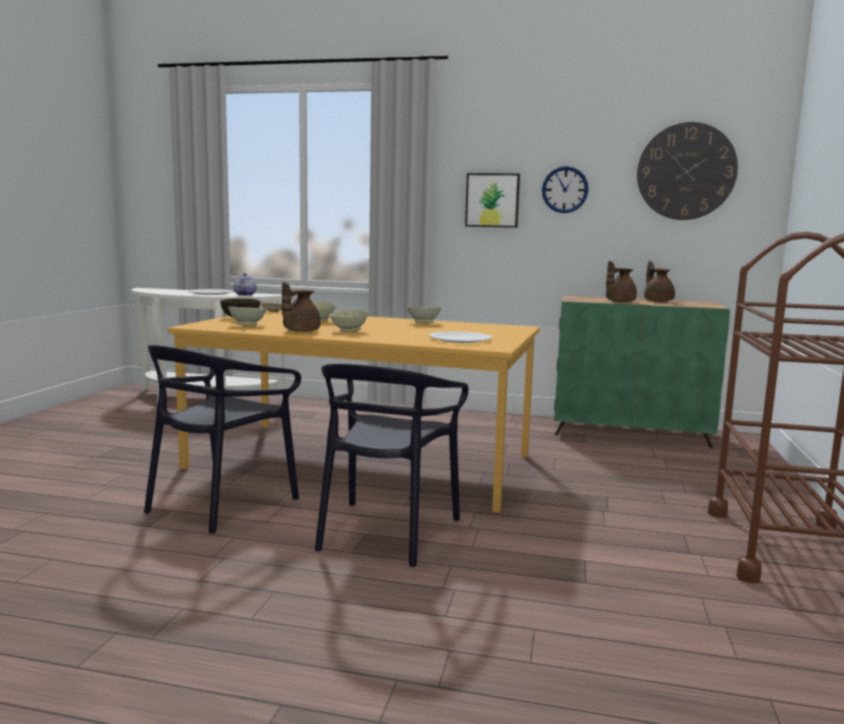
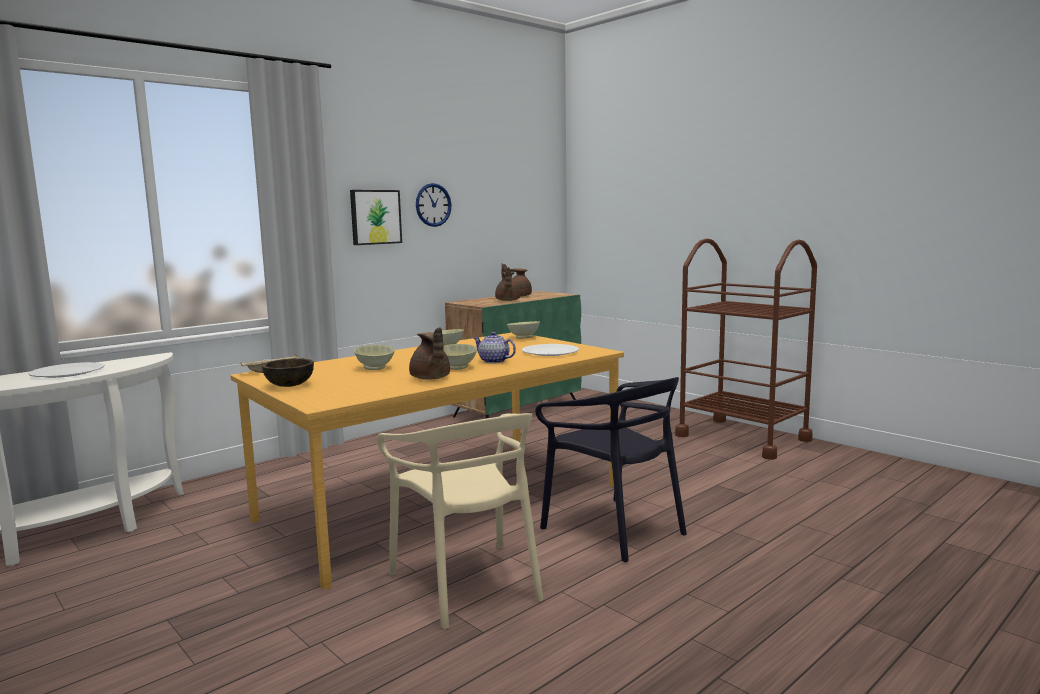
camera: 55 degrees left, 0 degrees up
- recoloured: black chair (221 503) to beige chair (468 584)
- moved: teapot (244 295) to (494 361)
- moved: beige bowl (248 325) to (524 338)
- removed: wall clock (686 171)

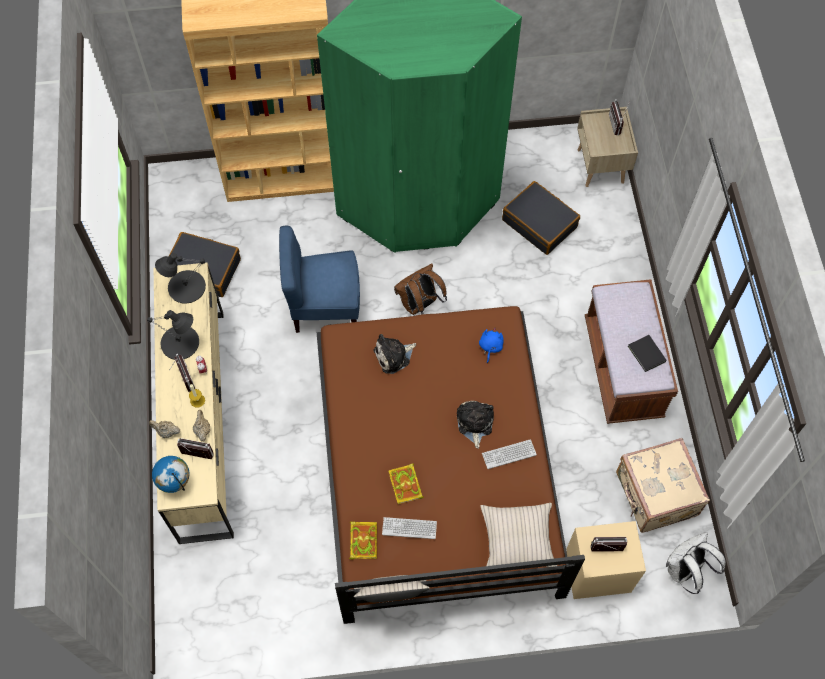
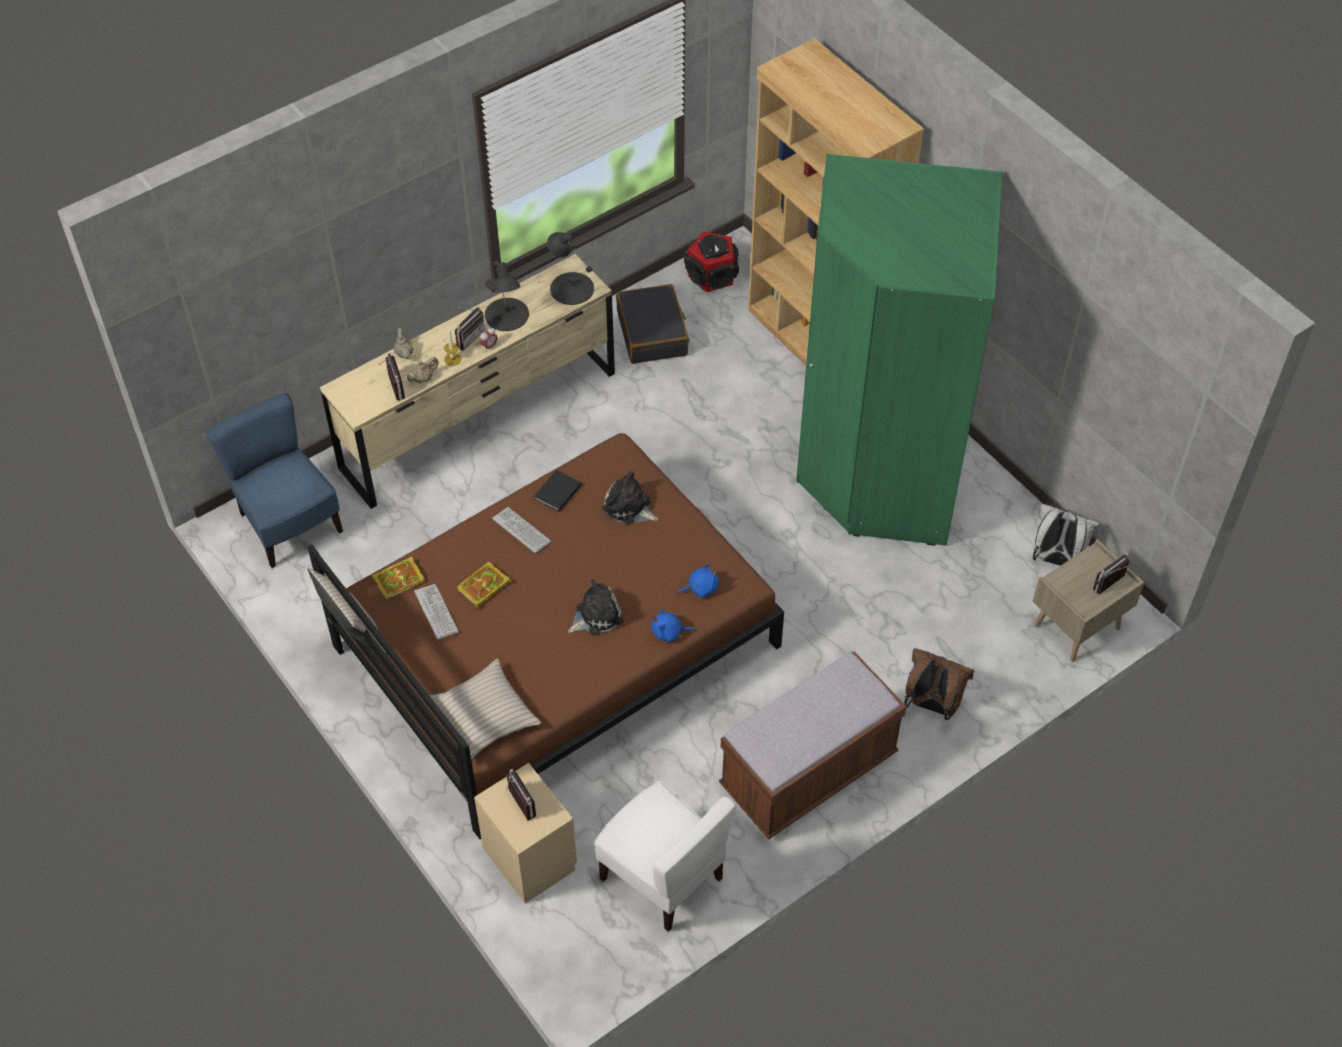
camera: 60 degrees right, 10 degrees down
- moved: blue chair (325 307) to (289 524)
- moved: keyboard (509 454) to (521 530)
- moved: black book (646 355) to (556 492)
- replaced: beige suitcase (655 495) to white chair (663 877)
- added: blue plush toy (669 632)
- added: speaker (712 275)
- moved: brown backpack (419 305) to (932 705)
- moved: white backpack (684 570) to (1056 560)
- removed: globe (176 483)
- removed: black suitcase (540 223)

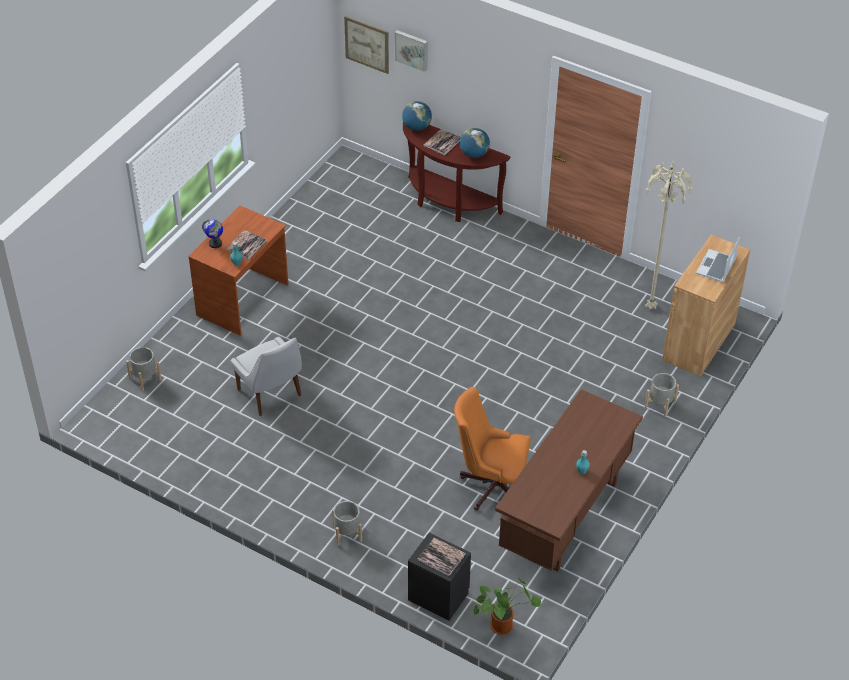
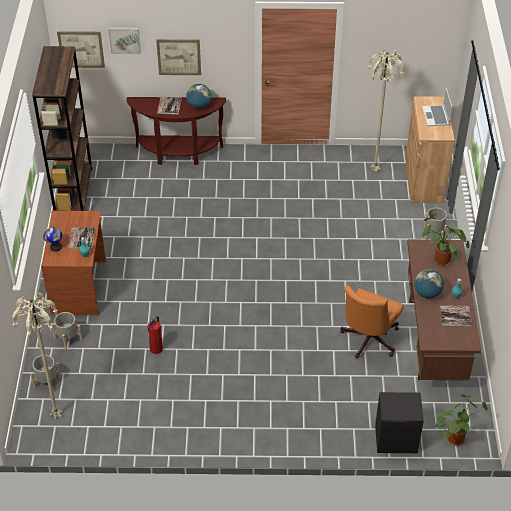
camera: 30 degrees left, 0 degrees up
- added: beige floor lamp (57 416)
- added: brown bookcase (73 192)
- moved: grey planter (347 534) to (68 339)
- replaced: white chair (270 394) to fire extinguisher (156 348)
- added: picture (179 57)
- turned: orange office chair (491 484) = (367 340) 45 degrees counterclockwise
- moved: globe (416 127) to (427 293)
- added: potted plant (440 260)
- moved: book (441 557) to (455 316)

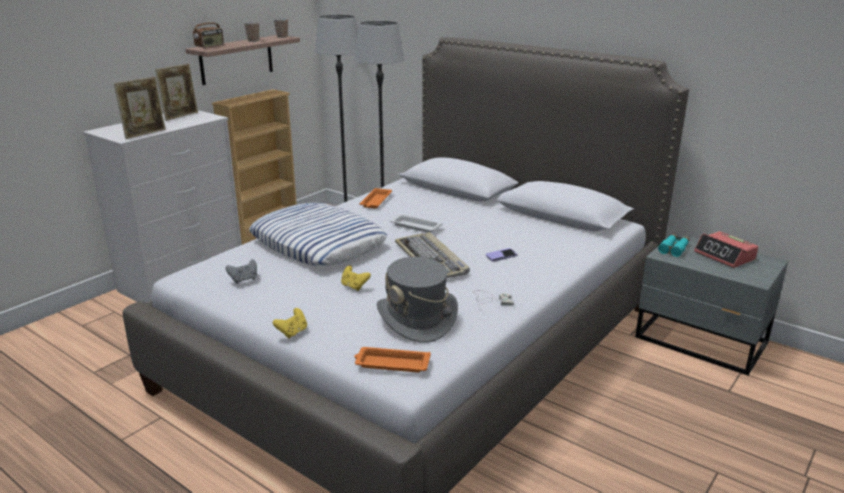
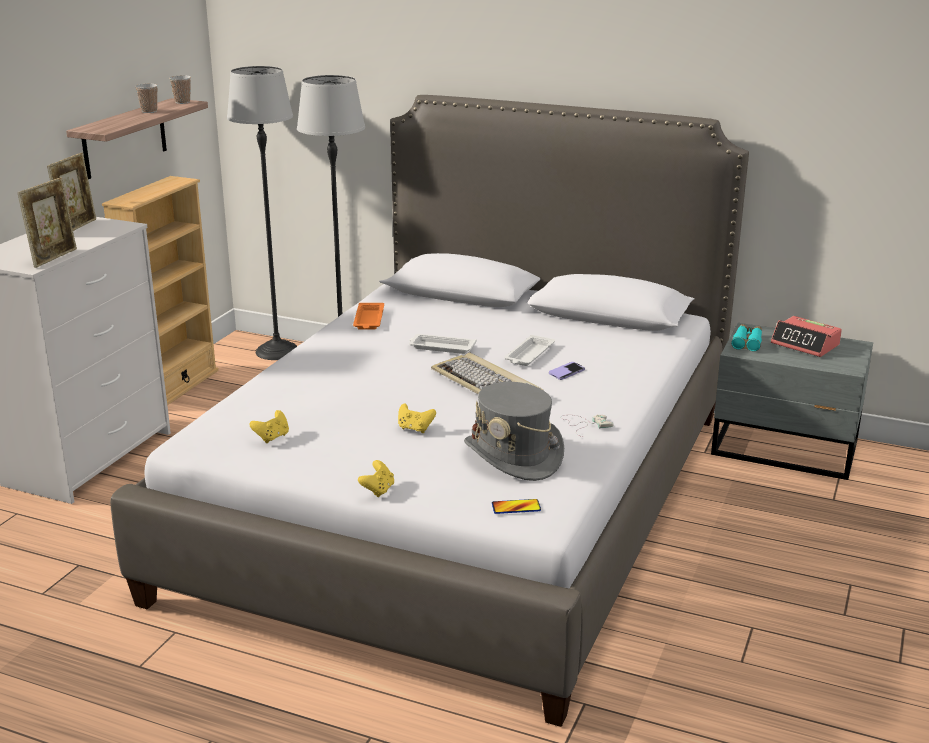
camera: 15 degrees left, 0 degrees up
- recoloured: grey game controller (244 280) to yellow game controller (272 437)
- replaced: orange tray (391 364) to phone (516 507)
- added: white tray (529 355)
- removed: radio (210 46)
- removed: pillow (318 243)

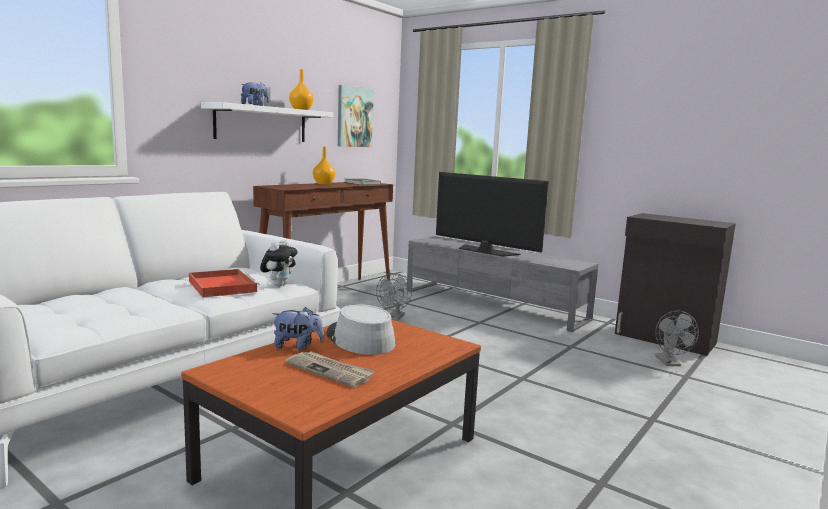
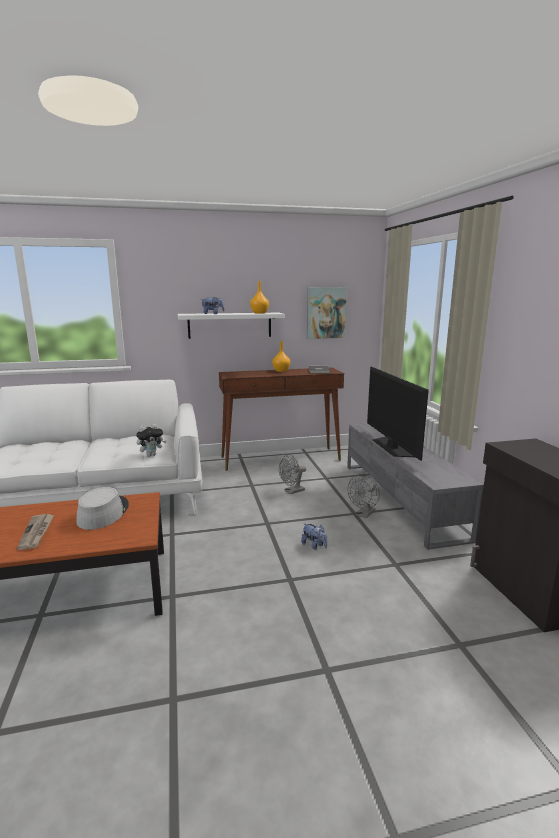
camera: 40 degrees right, 5 degrees up
- moved: plush toy (297 346) to (314 546)
- moved: grey fan (670 363) to (364 515)
- removed: red tray (221 286)

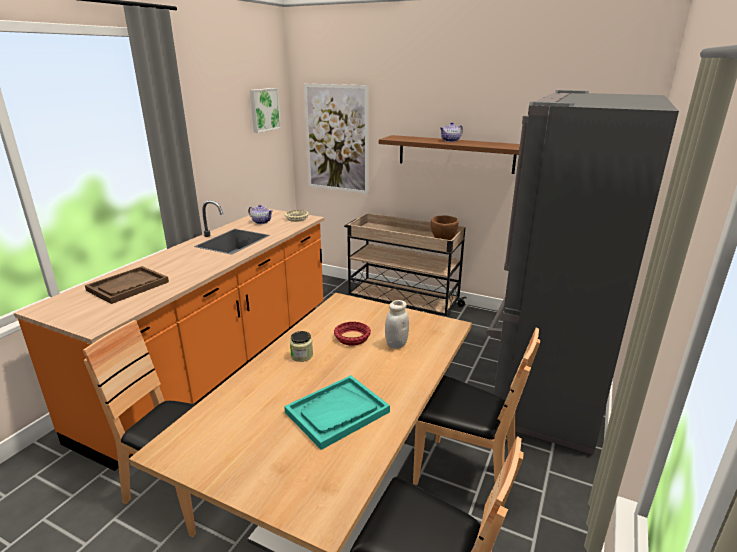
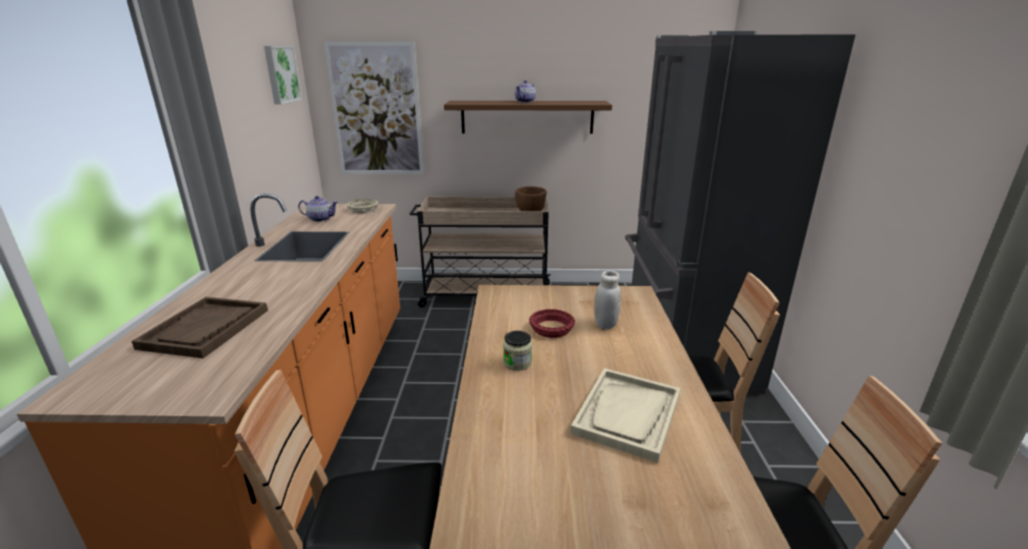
camera: 25 degrees left, 0 degrees up
- recoloured: turquoise tray (337 412) to beige tray (627 414)

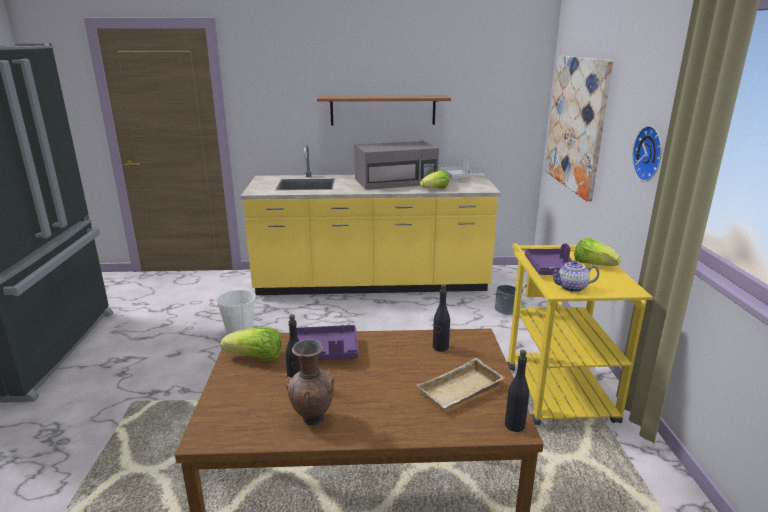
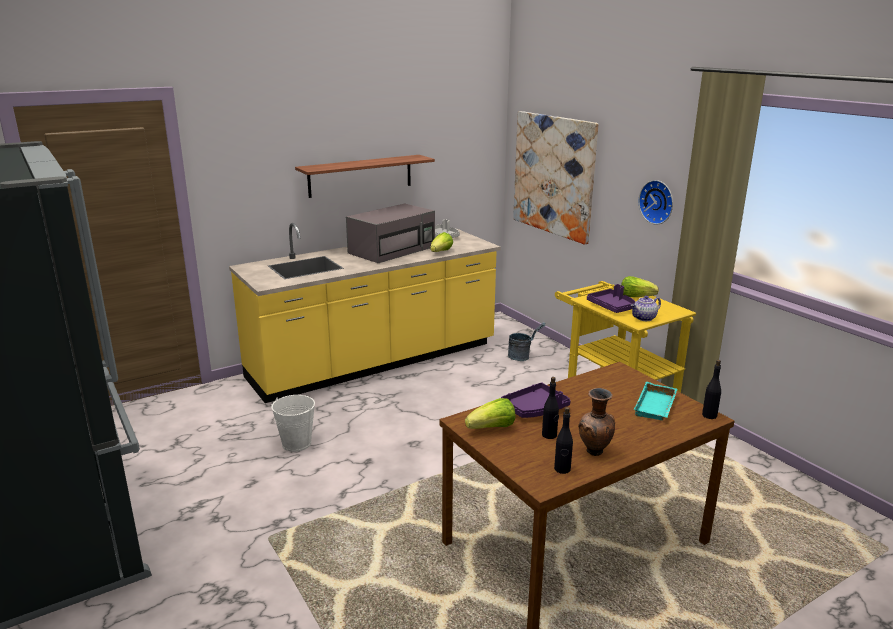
camera: 30 degrees left, 0 degrees up
- moved: black bottle (440 347) to (562 469)
- recoloured: beige tray (461 392) to turquoise tray (656 407)

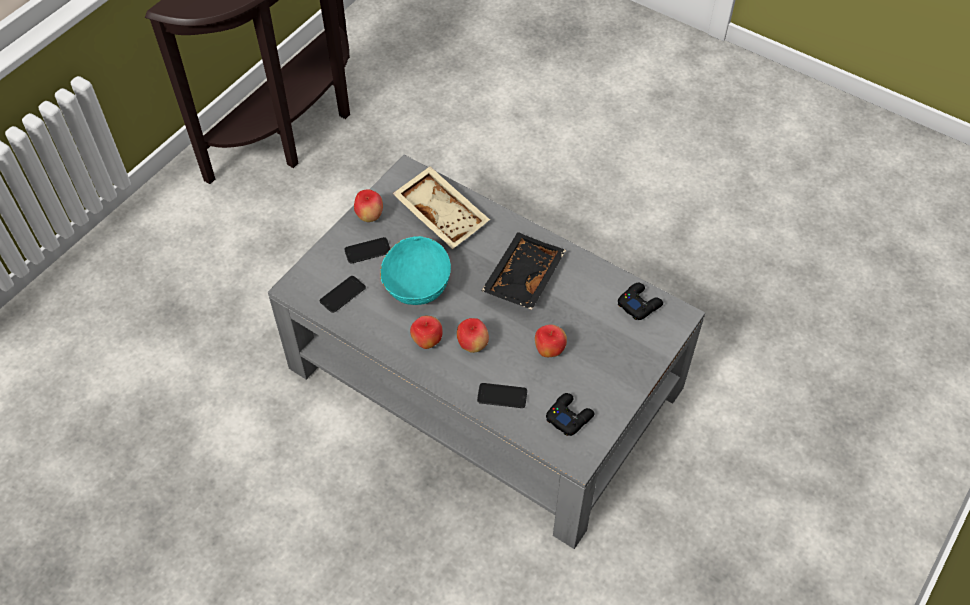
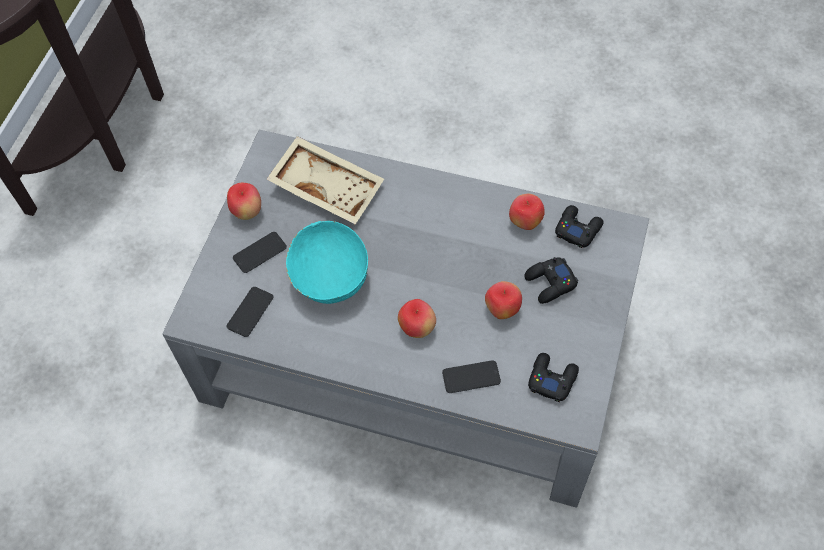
camera: 15 degrees left, 5 degrees up
- moved: apple (427 341) to (525 222)
- added: black game controller (550 283)
- removed: black tray (522 277)

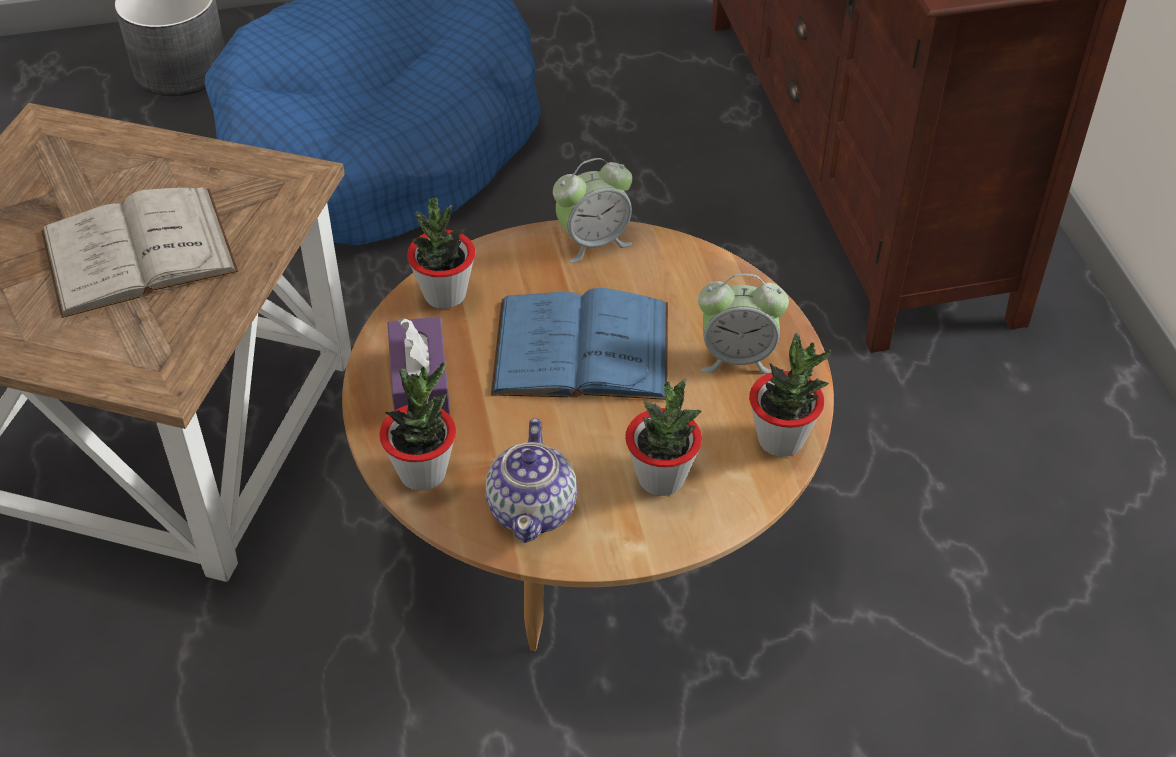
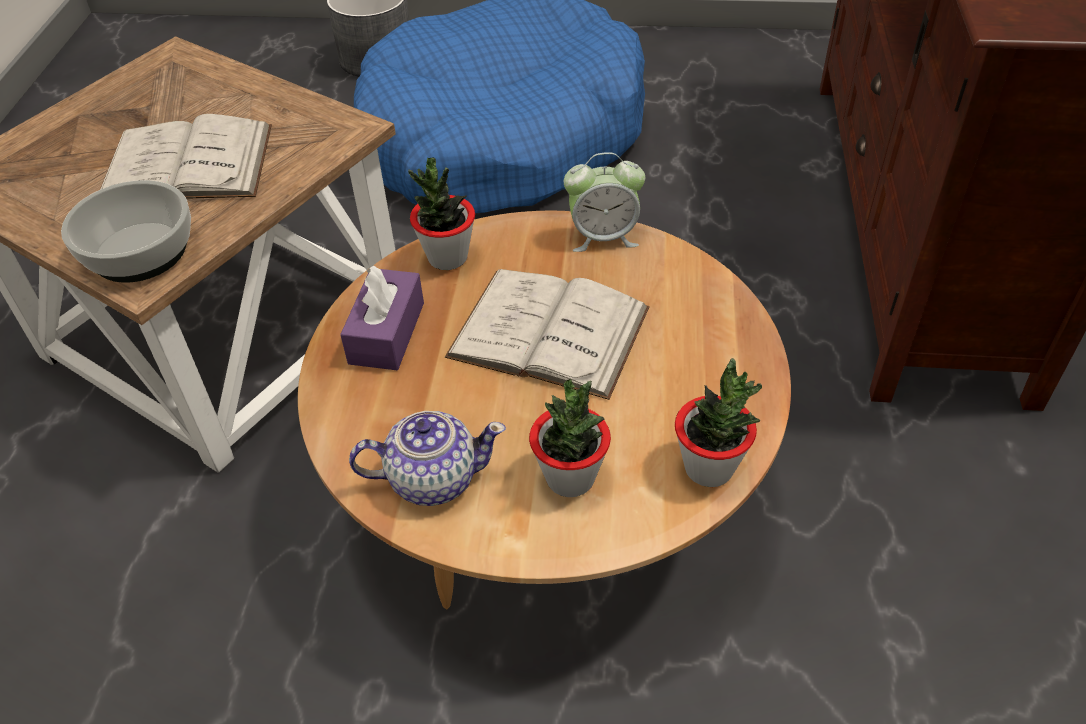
camera: 20 degrees right, 0 degrees up
- added: bowl (139 253)
- turned: teapot (533 509) = (432 478) 120 degrees counterclockwise
- recoloured: blue book (581 348) to white book (549 332)
- removed: potted plant (423 473)
- removed: alarm clock (737 357)

